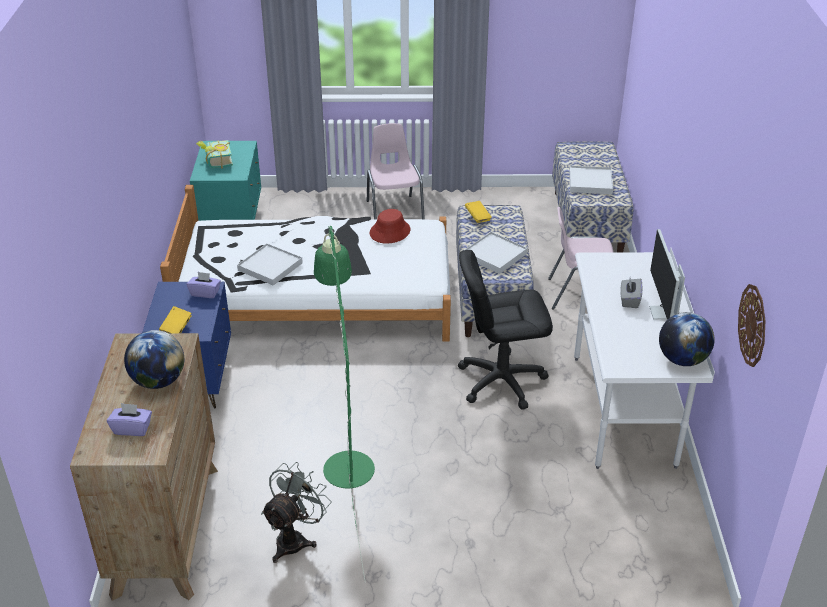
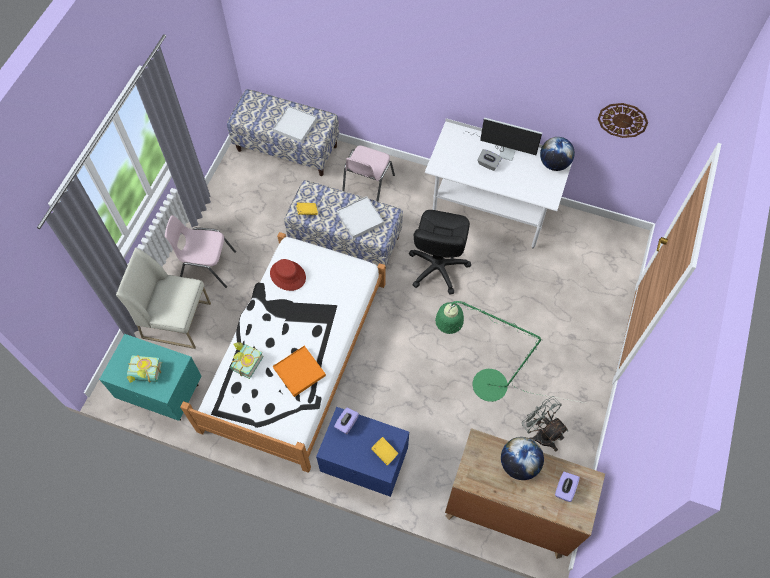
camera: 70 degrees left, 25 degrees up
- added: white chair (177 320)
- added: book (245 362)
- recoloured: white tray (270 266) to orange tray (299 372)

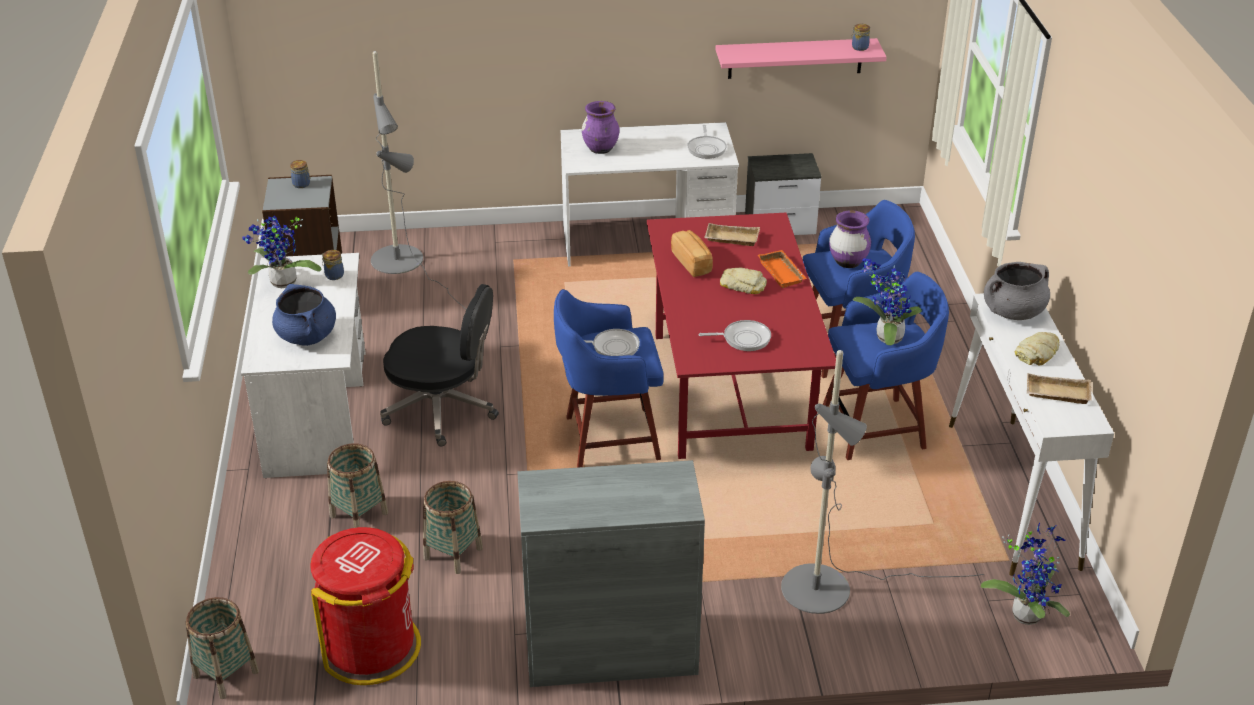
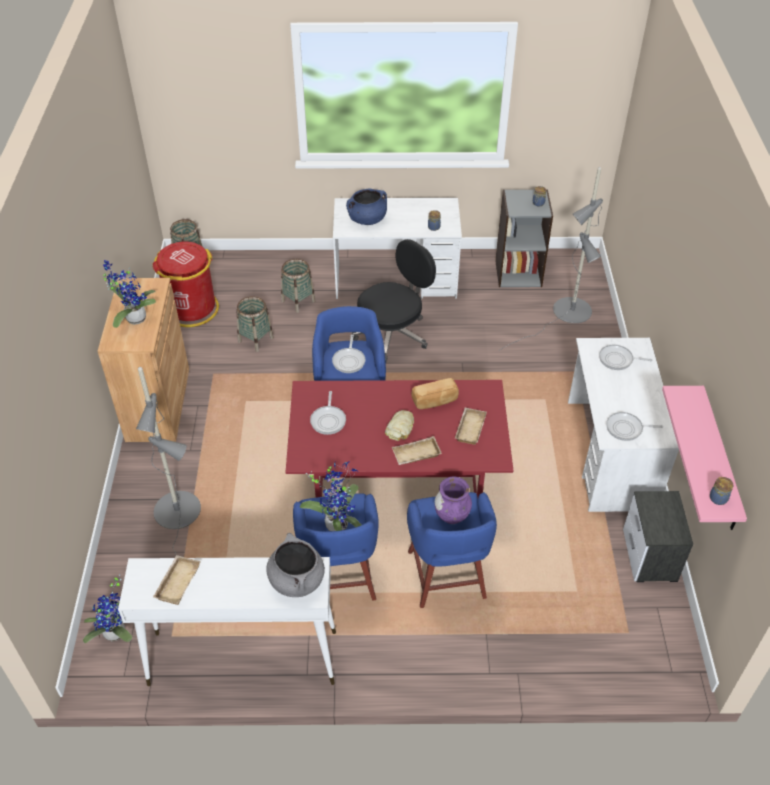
camera: 95 degrees right, 10 degrees up
- recoloured: grey cabinet (610 649) to brown cabinet (158 404)
- moved: potted plant (282 284) to (133 318)
- turned: black office chair (442 409) = (393 334) 150 degrees counterclockwise
- recoloured: orange tray (783 273) to beige tray (416 455)
- replaced: purple vase (600 149) to frying pan (618 360)
- removed: bread (1037 353)

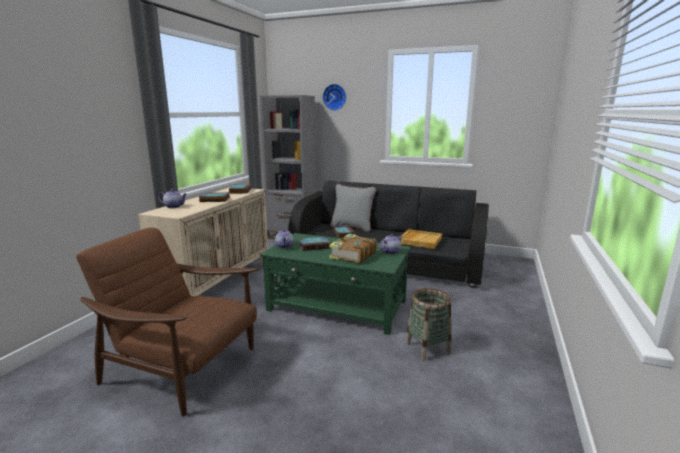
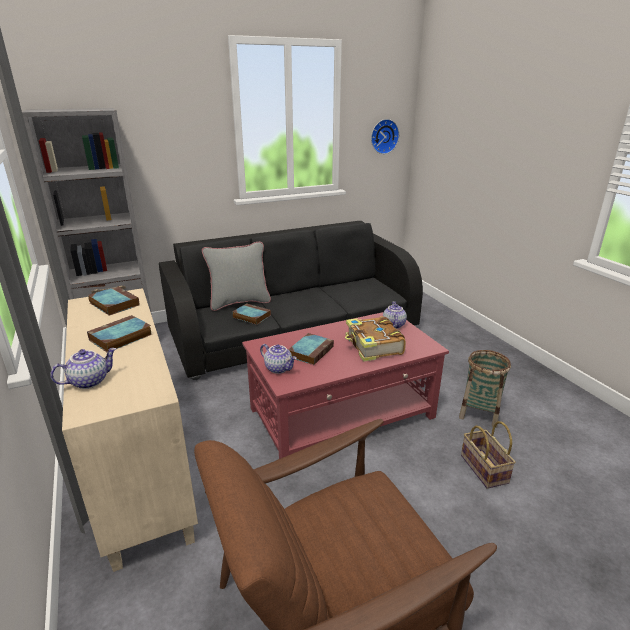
camera: 45 degrees left, 10 degrees up
- recoloured: green coffee table (338 306) to red coffee table (342 413)
- moved: wall clock (335 97) to (383 136)
- added: basket (482 468)
- removed: beige tray (420 240)

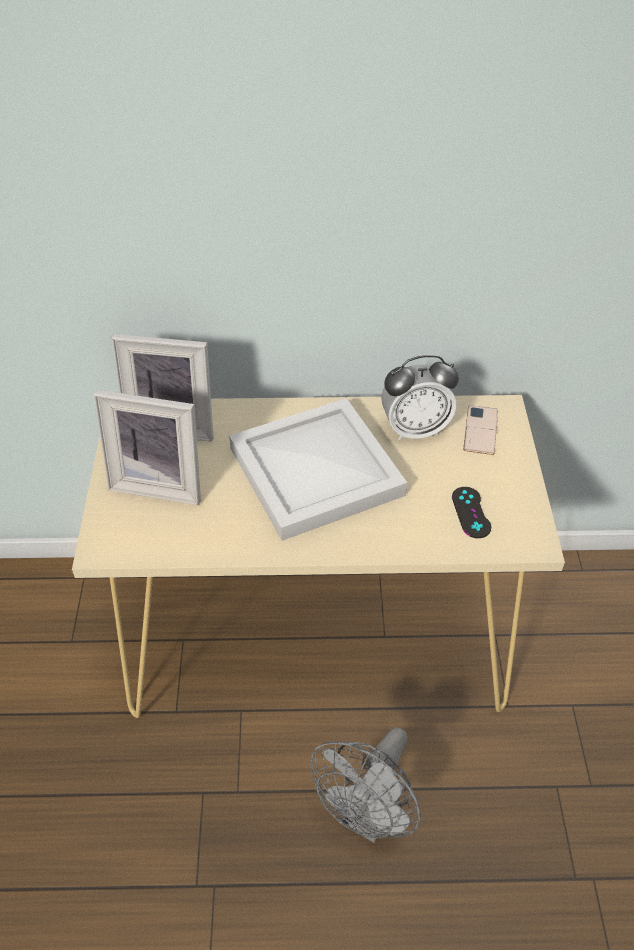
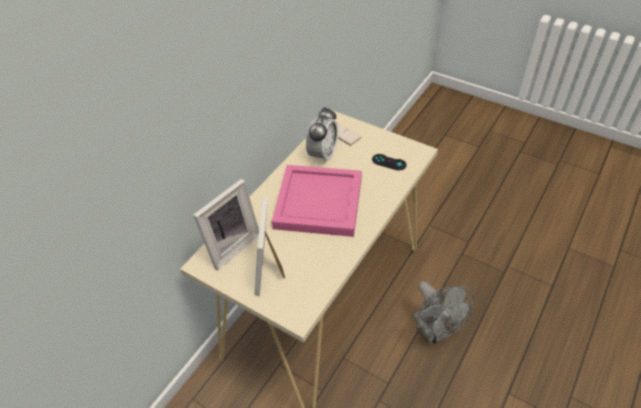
camera: 55 degrees left, 0 degrees up
- turned: picture frame (160 482) = (271 270) 135 degrees clockwise
- recoloured: white tray (313 470) to pink tray (317 203)

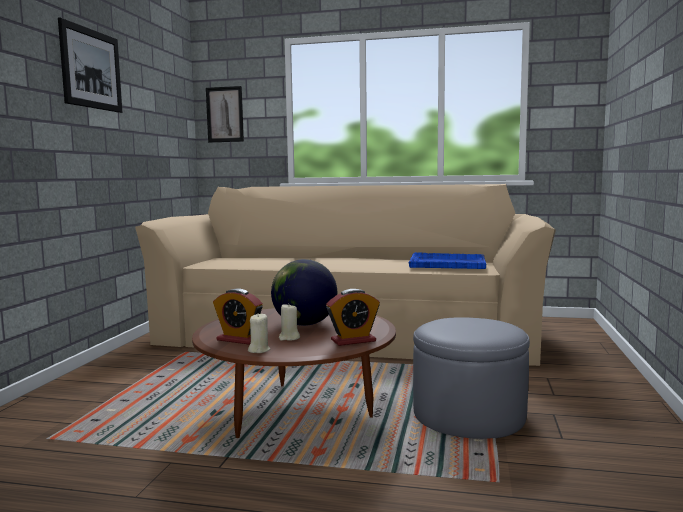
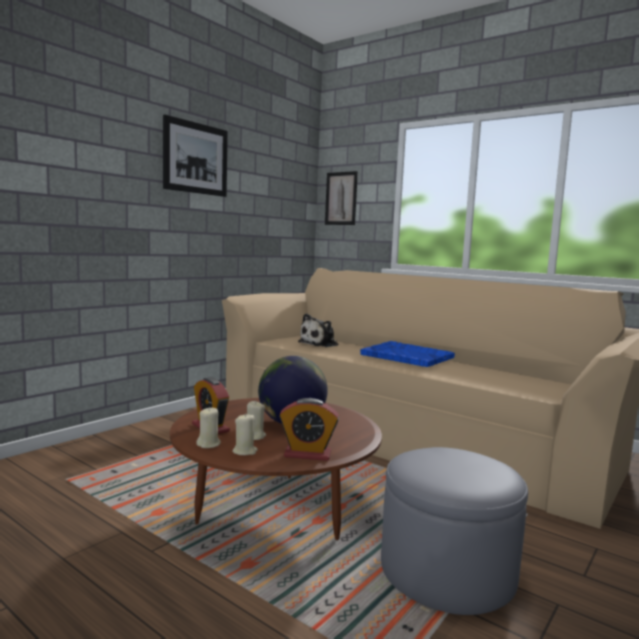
camera: 25 degrees right, 0 degrees up
- added: beige candle (245 451)
- added: plush toy (320 344)
- moved: blue tray (446 263) to (406 356)

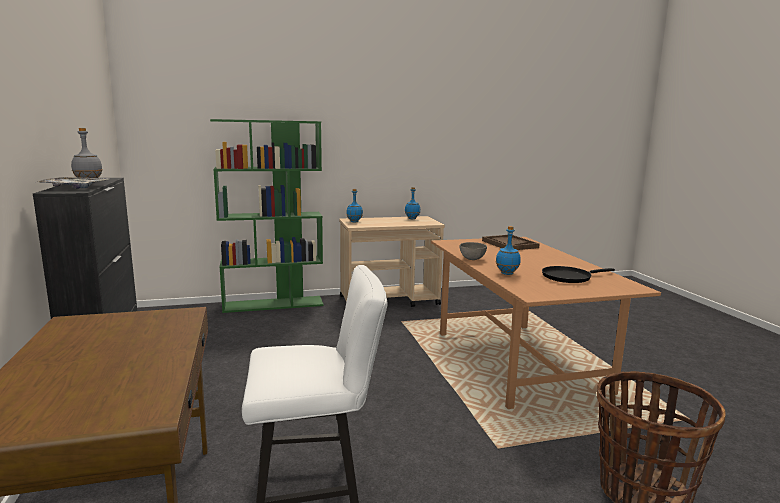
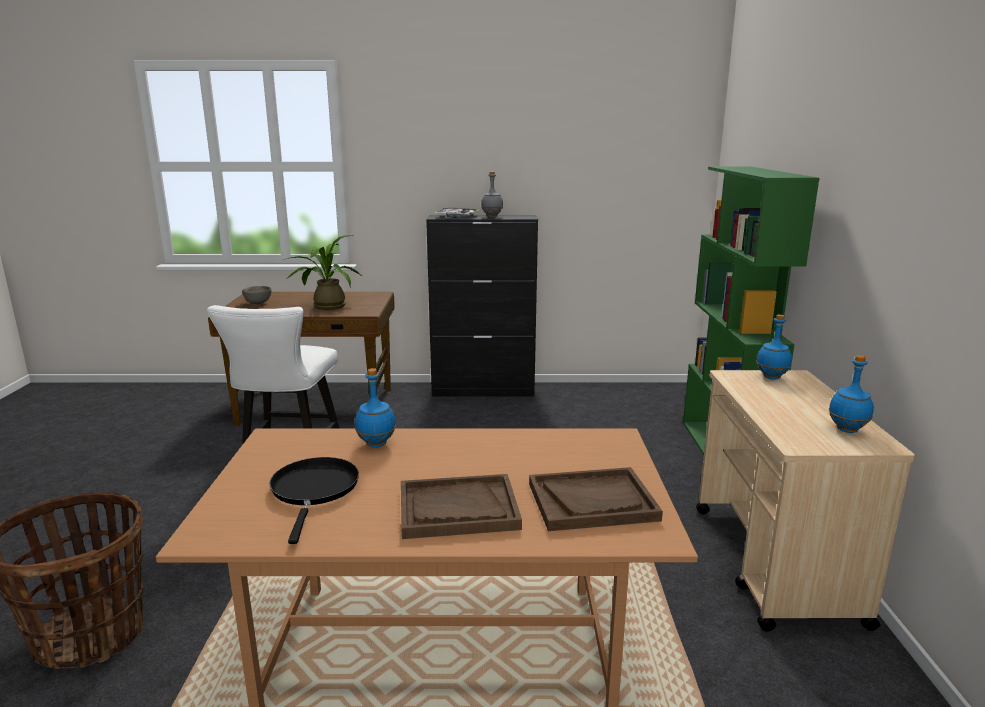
camera: 105 degrees right, 5 degrees up
- moved: grey bowl (472 259) to (258 303)
- added: potted plant (326 306)
- added: brown tray (458 509)

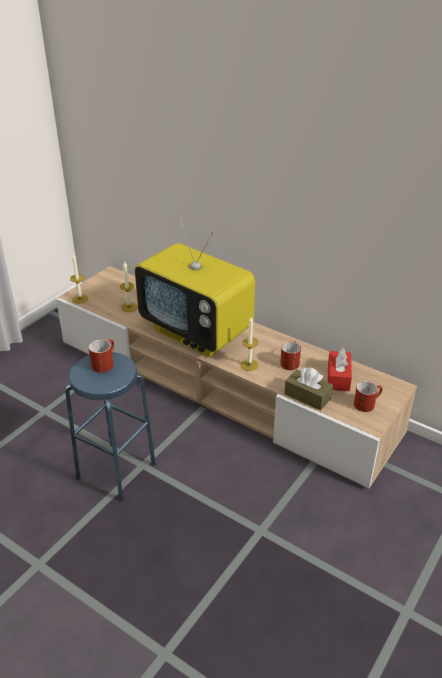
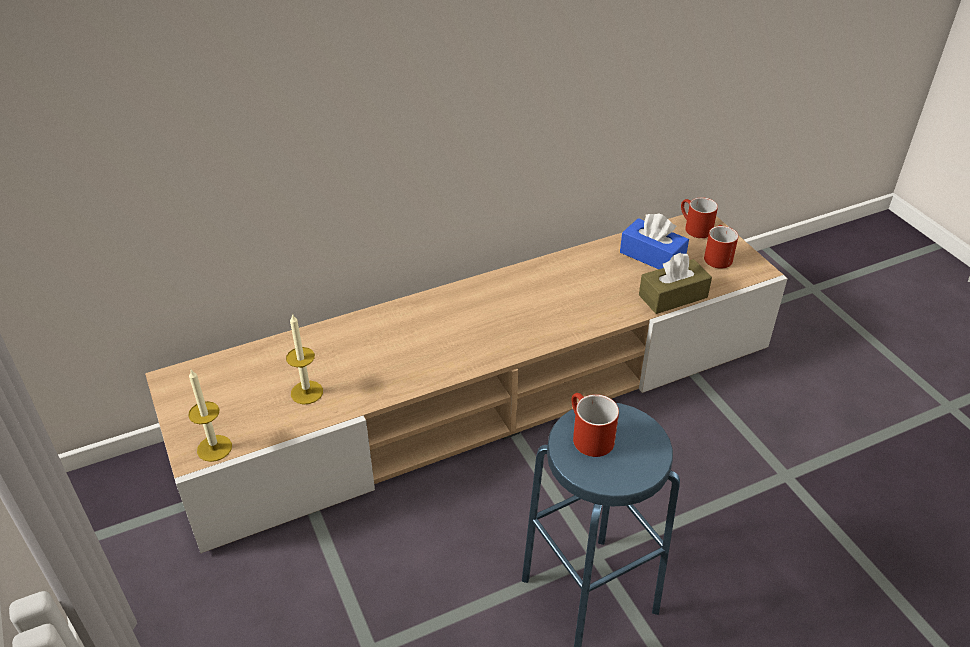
camera: 60 degrees left, 5 degrees up
- recoloured: red tissue box (338 377) to blue tissue box (652 256)
- moved: red mug (290 361) to (693 228)
- removed: television (197 332)
- removed: candle (249 365)

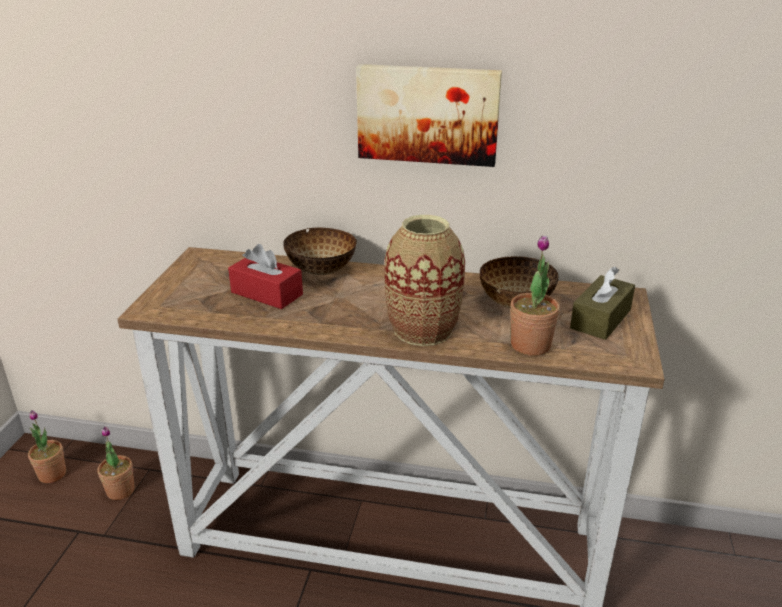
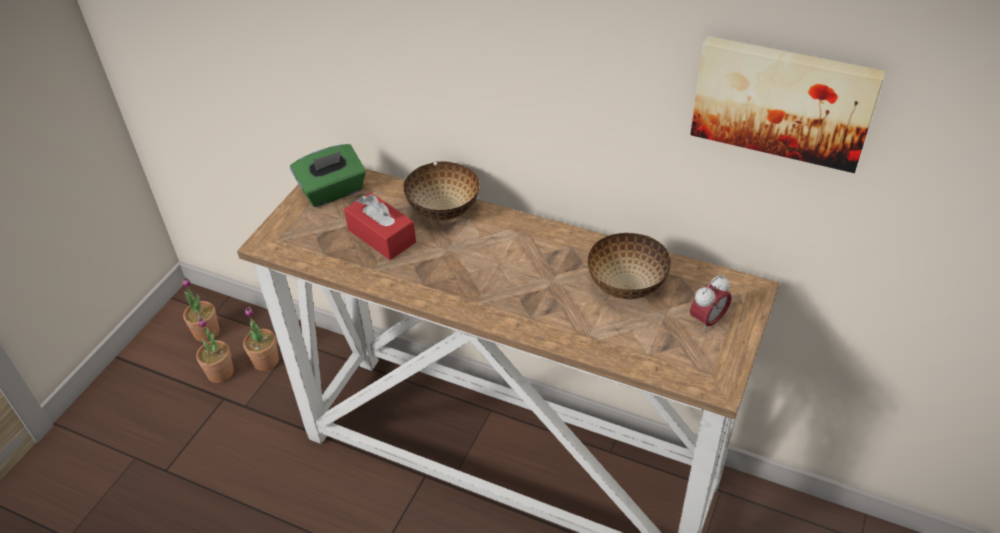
camera: 15 degrees right, 15 degrees up
- moved: potted plant (530 345) to (220 373)
- added: green tissue box (333 191)
- moved: picture (428 114) to (783 100)
- replaced: brown tissue box (600 319) to alarm clock (707 321)
- removed: vase (422 330)

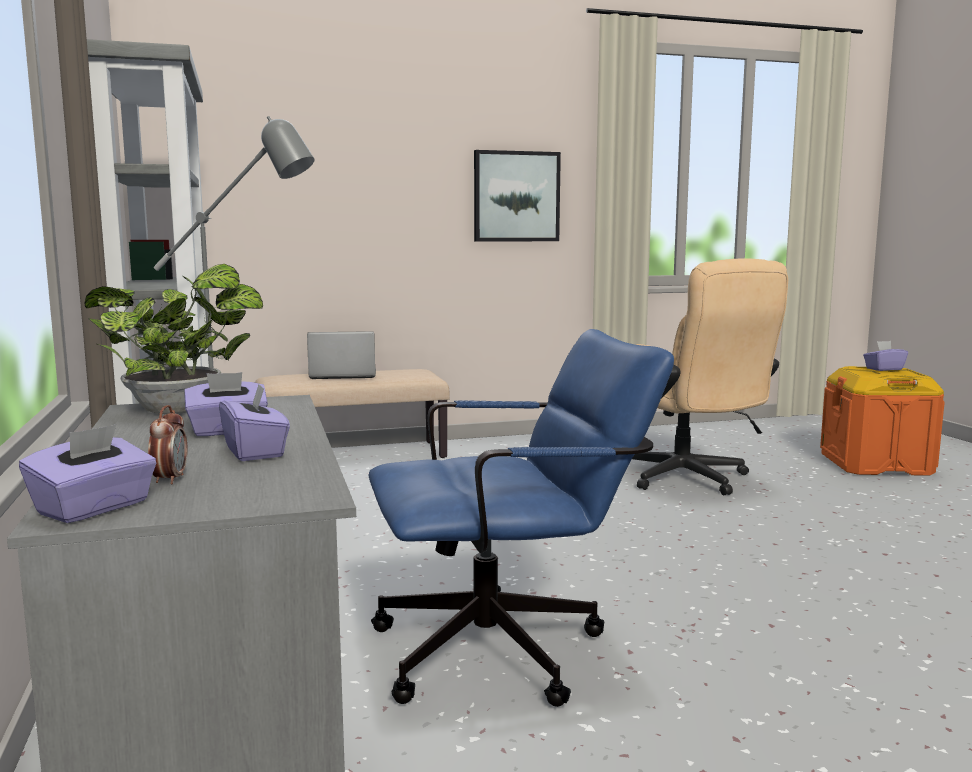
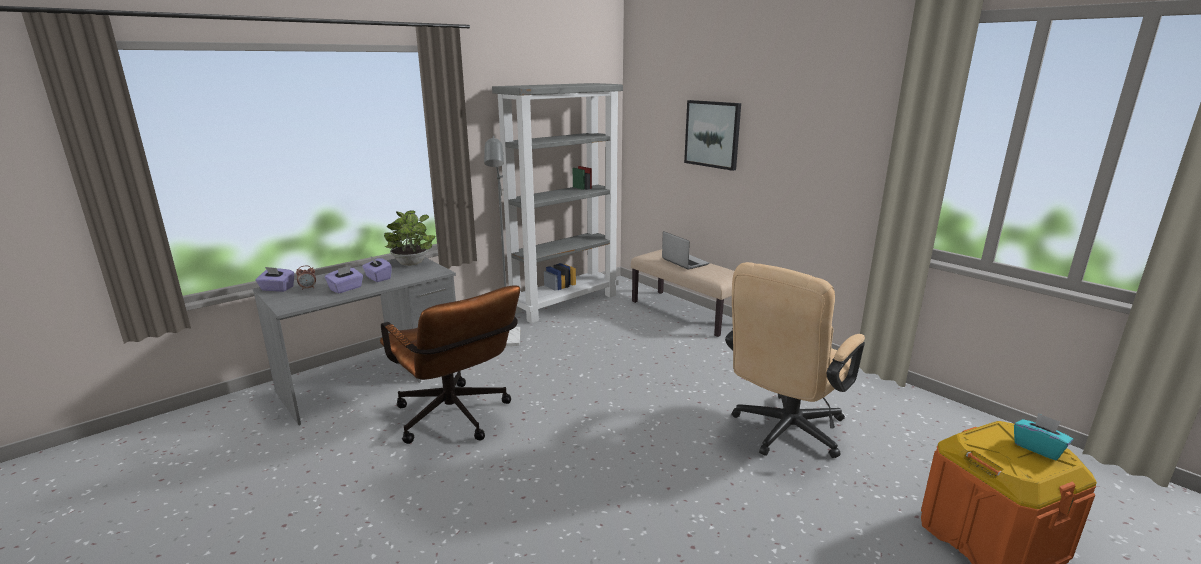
camera: 65 degrees right, 10 degrees up
- recoloured: blue office chair (509 649) to brown office chair (456 420)
- moved: picture (516 196) to (712 134)
- recoloured: purple tissue box (883 369) to turquoise tissue box (1038 448)

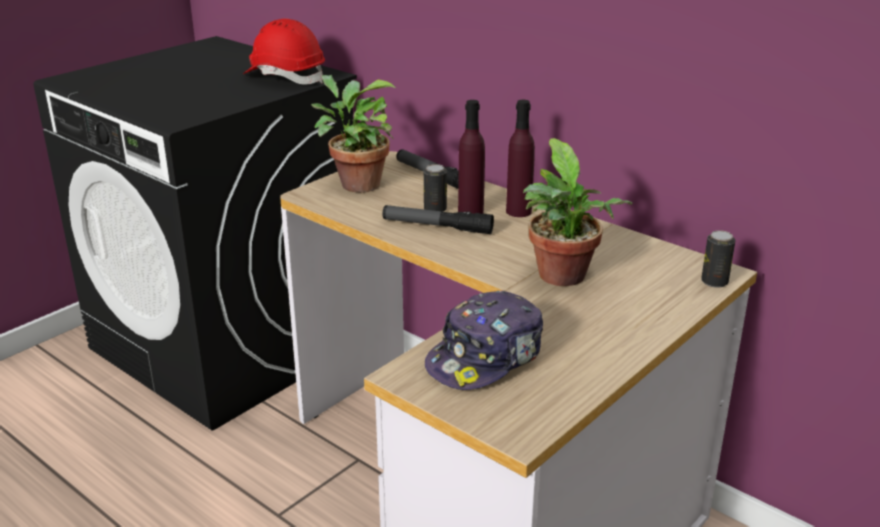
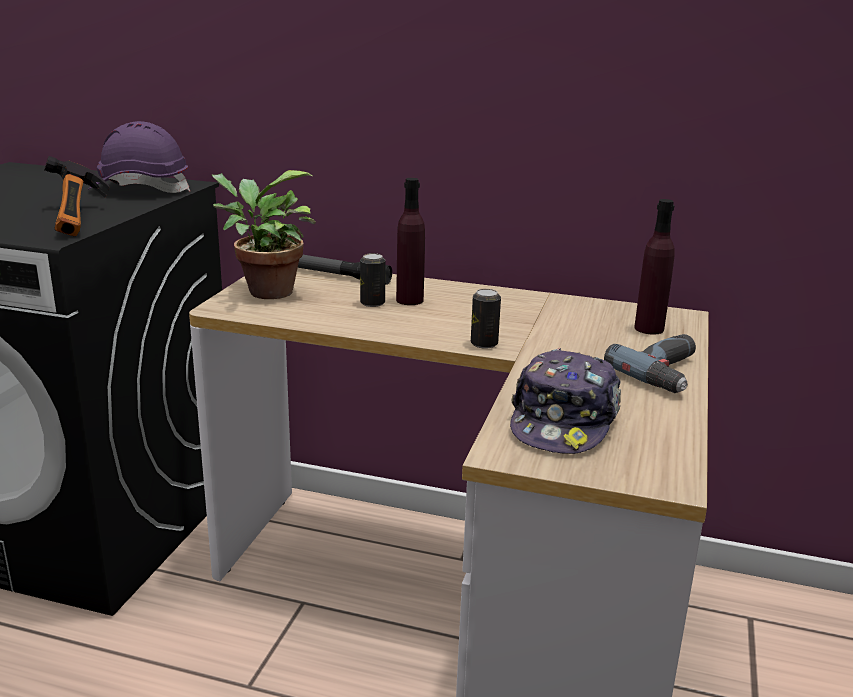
camera: 25 degrees left, 5 degrees down
- added: hammer (82 219)
- recoloured: red hard hat (285 77) to purple hard hat (140 189)
- moved: can (714 282) to (484 344)
- added: power drill (668 373)
- moved: purple bottle (518 211) to (649 328)
- removed: flashlight (437 227)
- removed: potted plant (563 278)

